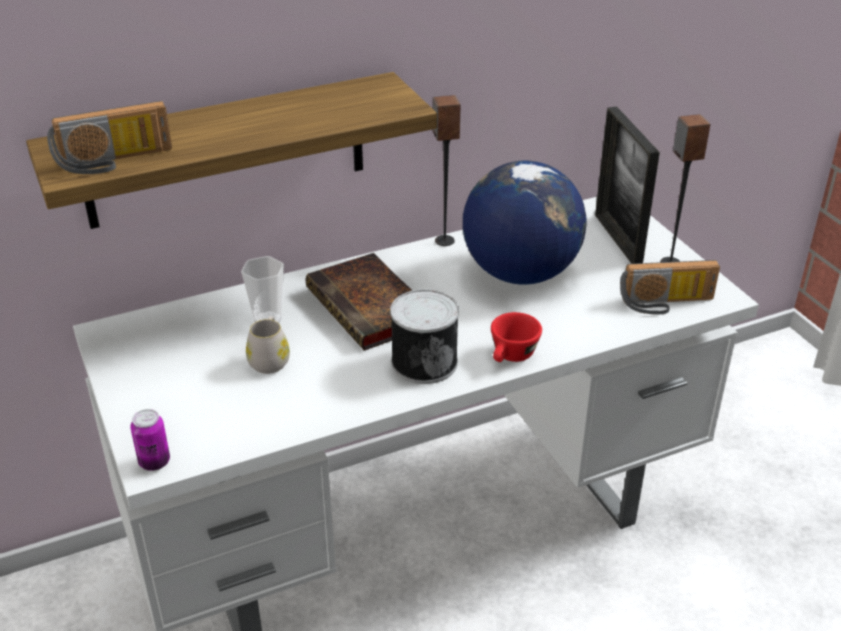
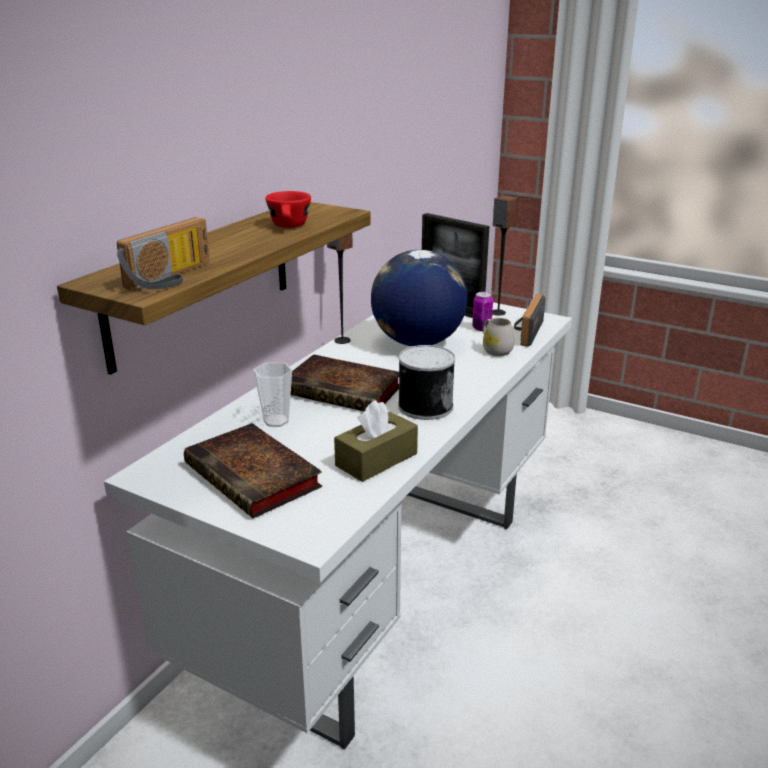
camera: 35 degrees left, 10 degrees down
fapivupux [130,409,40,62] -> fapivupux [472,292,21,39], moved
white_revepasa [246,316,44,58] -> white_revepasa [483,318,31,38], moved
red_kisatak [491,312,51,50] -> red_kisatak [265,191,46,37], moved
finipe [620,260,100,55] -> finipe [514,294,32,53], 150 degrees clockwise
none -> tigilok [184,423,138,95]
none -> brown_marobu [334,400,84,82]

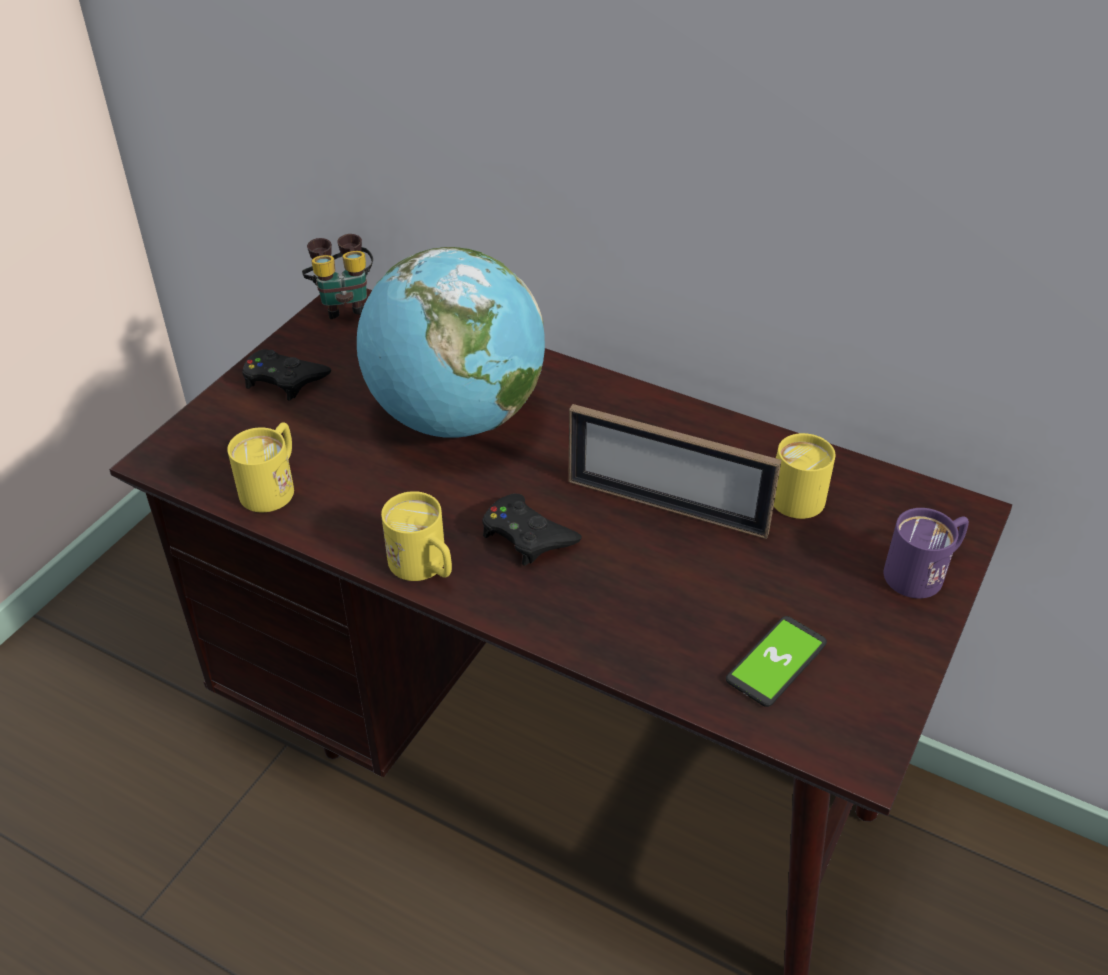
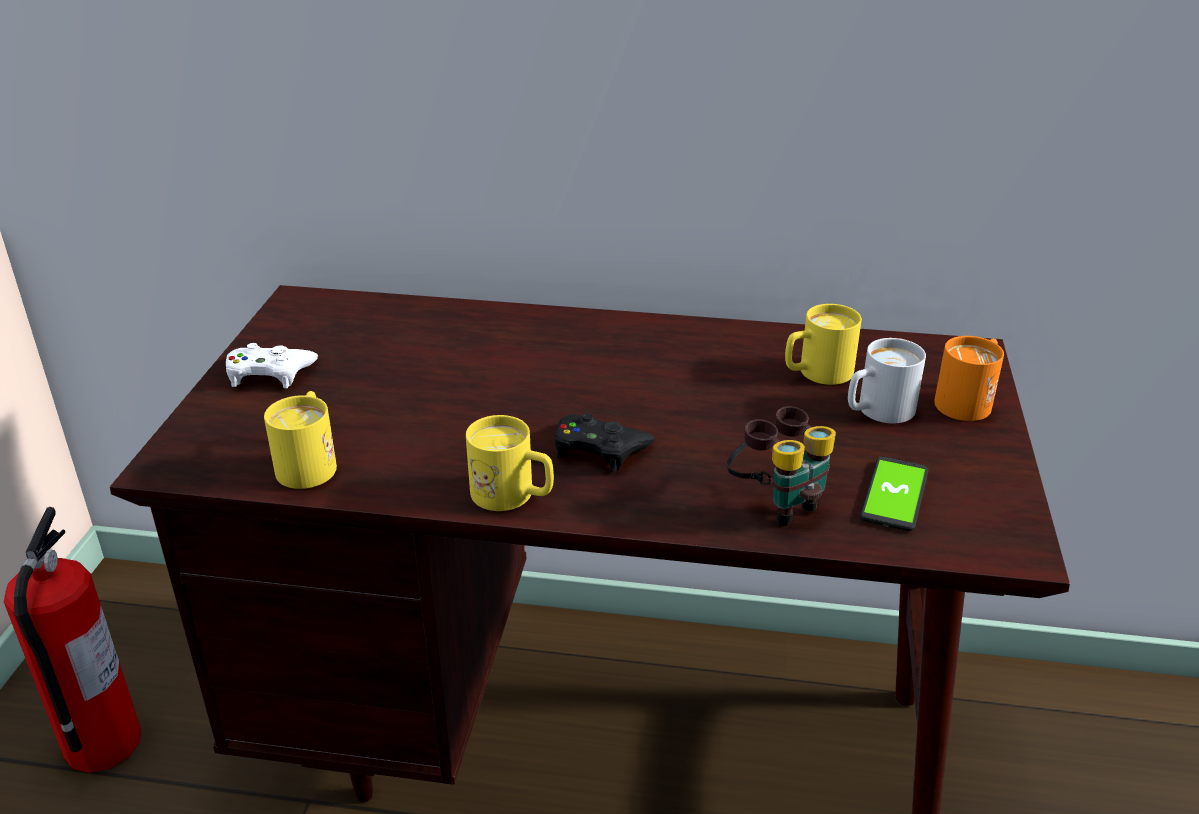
camera: 20 degrees left, 10 degrees down
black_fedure [242,349,89,52] -> white_fedure [226,343,92,45]
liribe [302,234,71,85] -> liribe [727,406,109,120], moved
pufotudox [357,247,188,191] -> none
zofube [568,404,213,135] -> none
purple_revepasa [884,508,85,90] -> orange_revepasa [934,336,70,85]
none -> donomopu [4,507,137,266]
none -> white_revepasa [848,338,78,85]

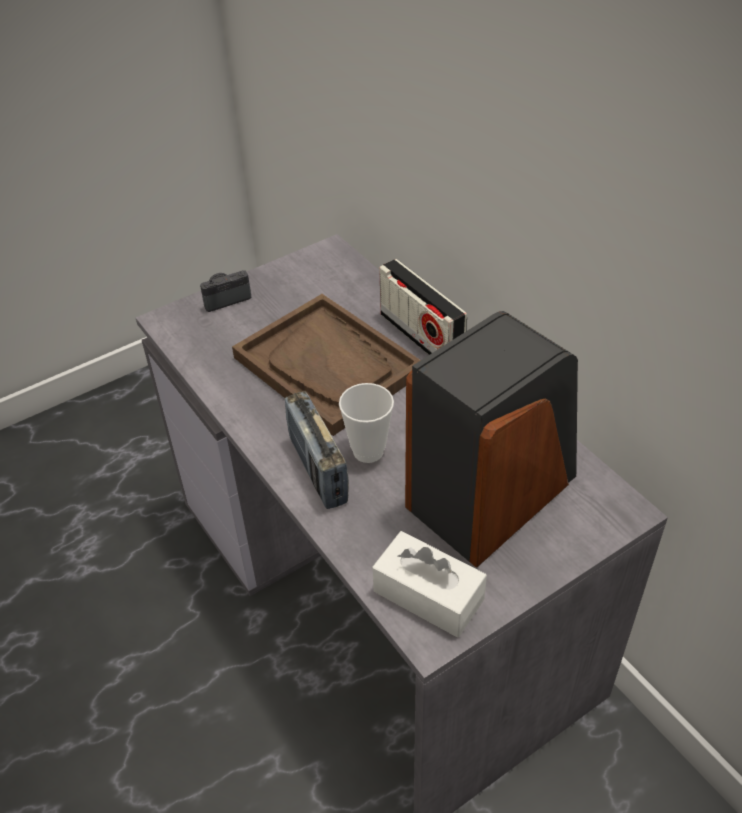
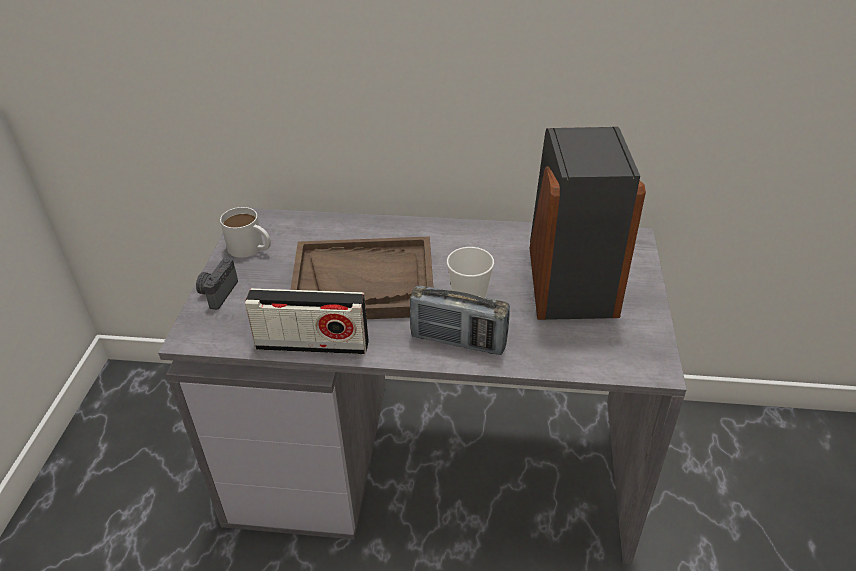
camera: 50 degrees left, 5 degrees down
white_marobu [372,531,115,107] -> none
finipe [379,259,88,96] -> finipe [245,288,124,67], moved
none -> white_revepasa [220,207,51,51]

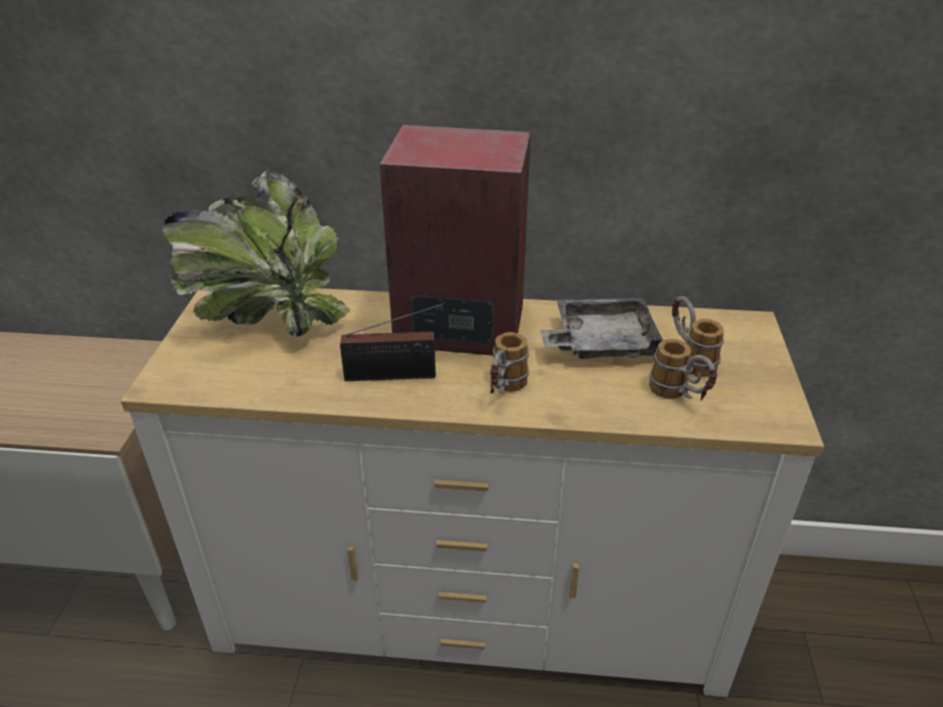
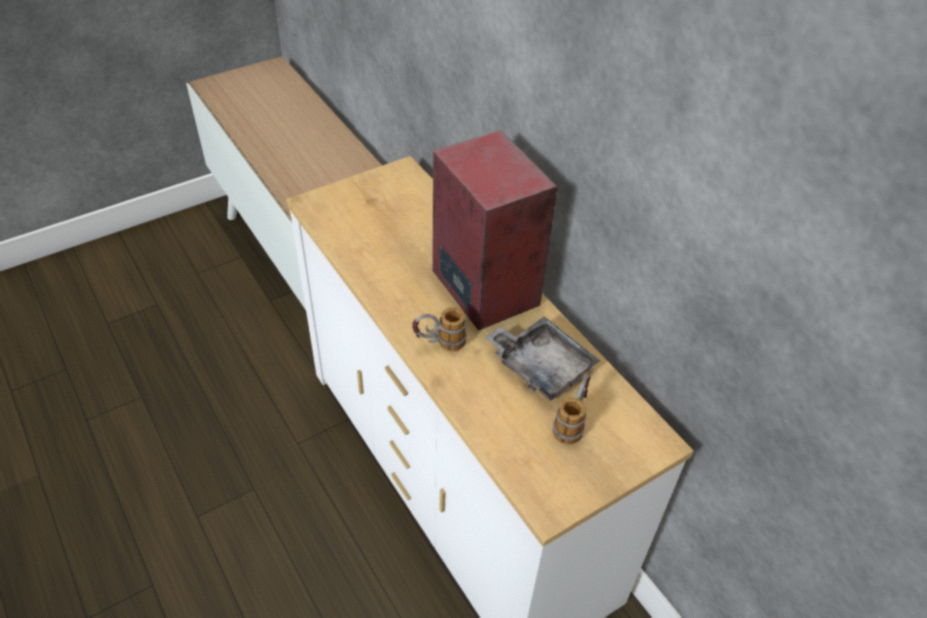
camera: 50 degrees right, 10 degrees up
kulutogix [162,169,188,168] -> none
finipe [340,303,105,78] -> none
revepasa [649,339,69,62] -> none

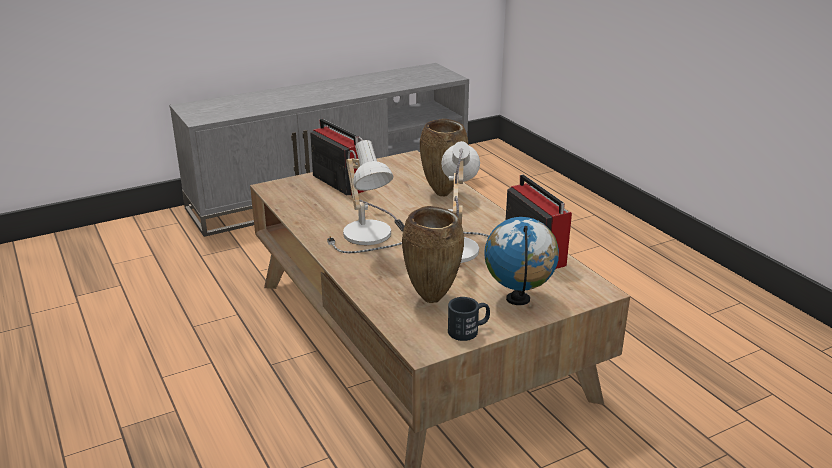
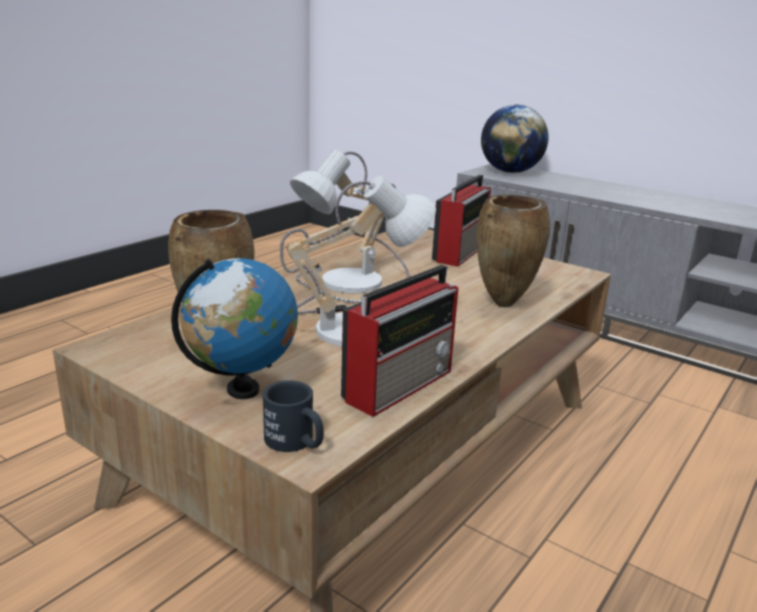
camera: 65 degrees right, 5 degrees down
black_revepasa [448,297,42,44] -> black_revepasa [263,380,61,72], moved
none -> pufotudox [481,105,68,68]

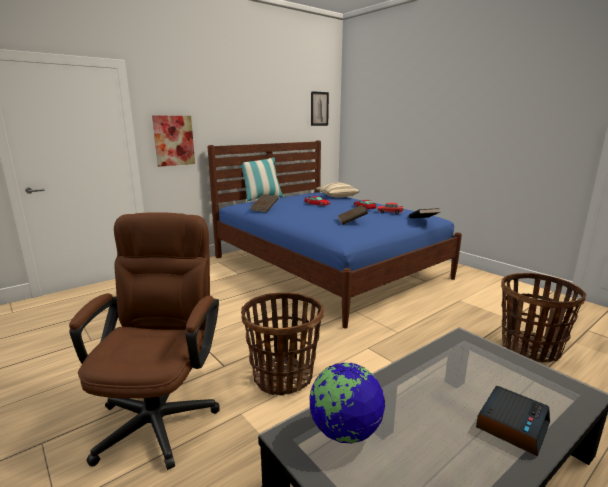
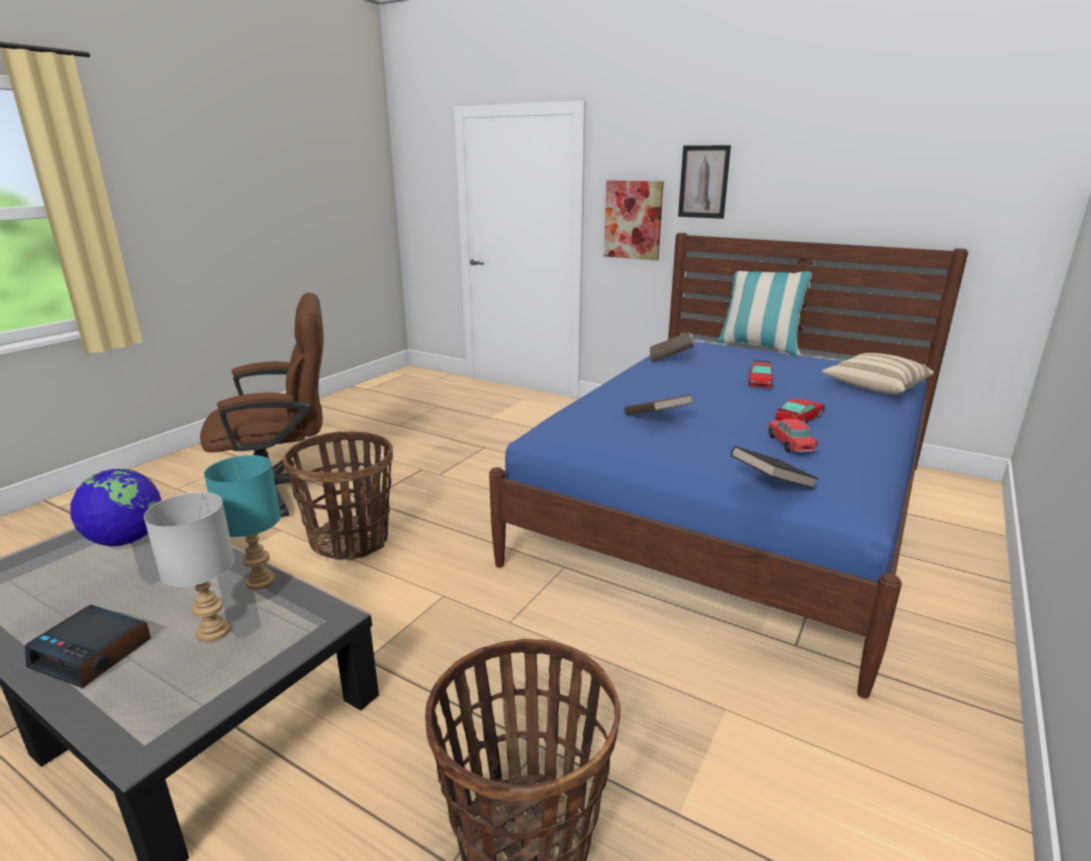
camera: 70 degrees right, 5 degrees up
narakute [311,91,18,35] -> narakute [678,145,53,74], moved
none -> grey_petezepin [144,492,91,150]
none -> turquoise_petezepin [204,455,77,135]

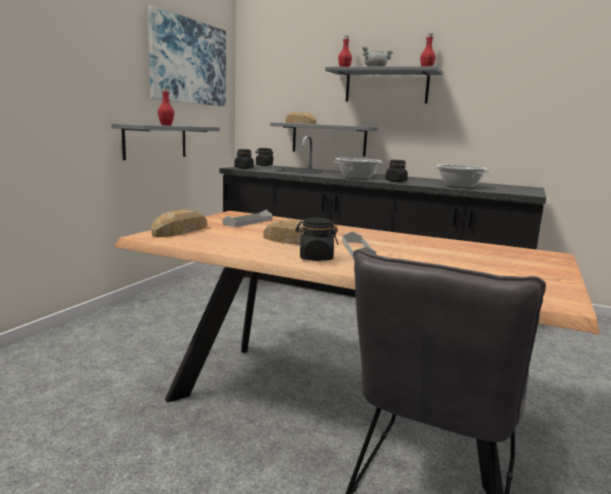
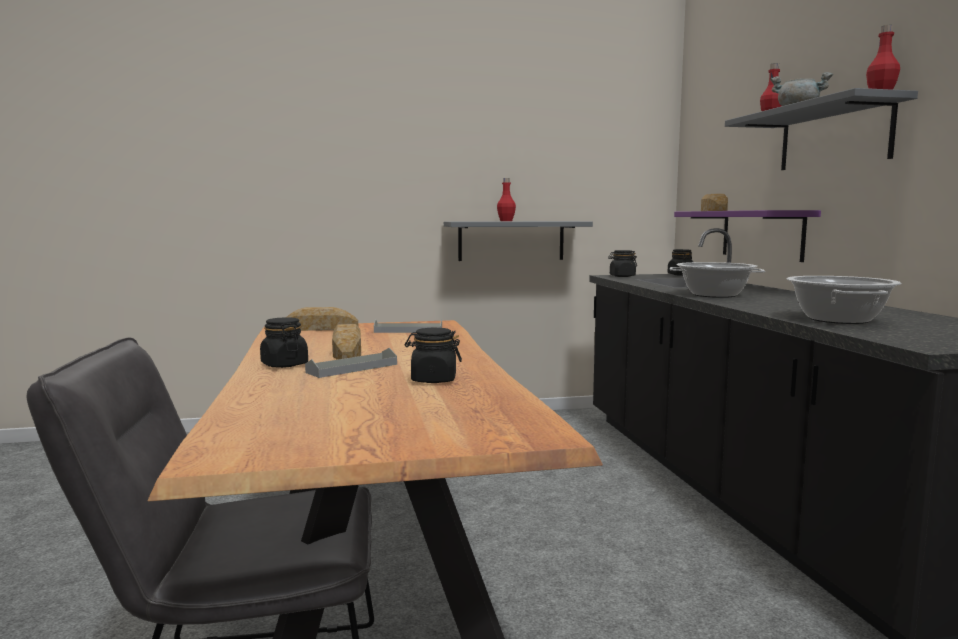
camera: 55 degrees right, 5 degrees down
narakute [148,5,78,101] -> none
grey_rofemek [270,122,108,34] -> purple_rofemek [674,210,147,52]
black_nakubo [385,160,23,22] -> black_nakubo [405,328,57,55], moved

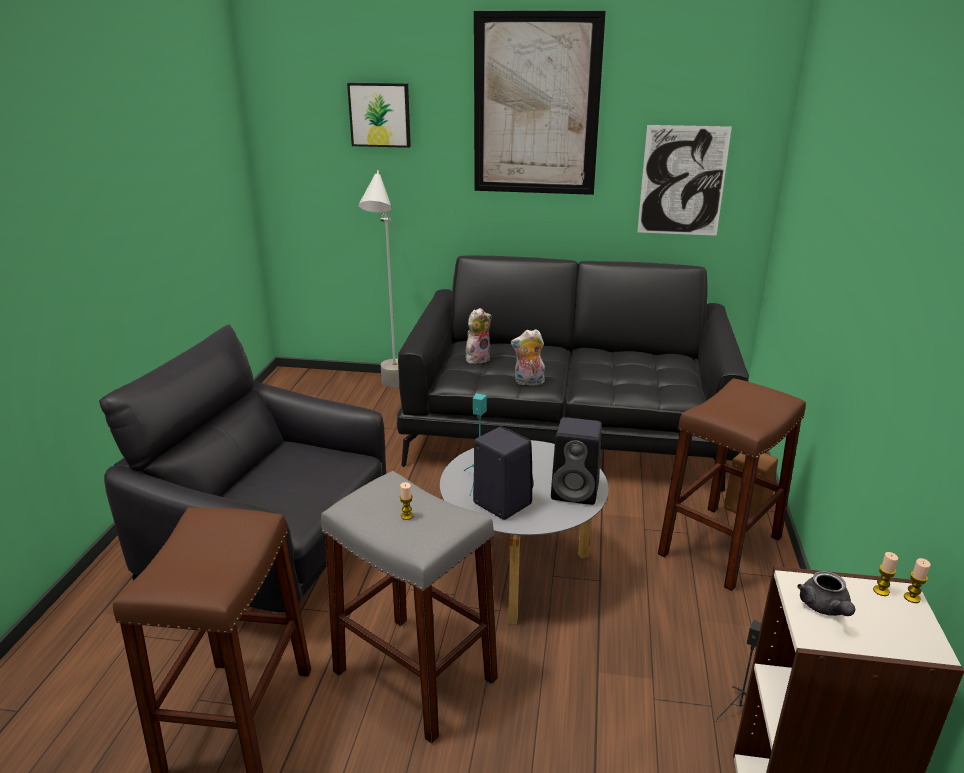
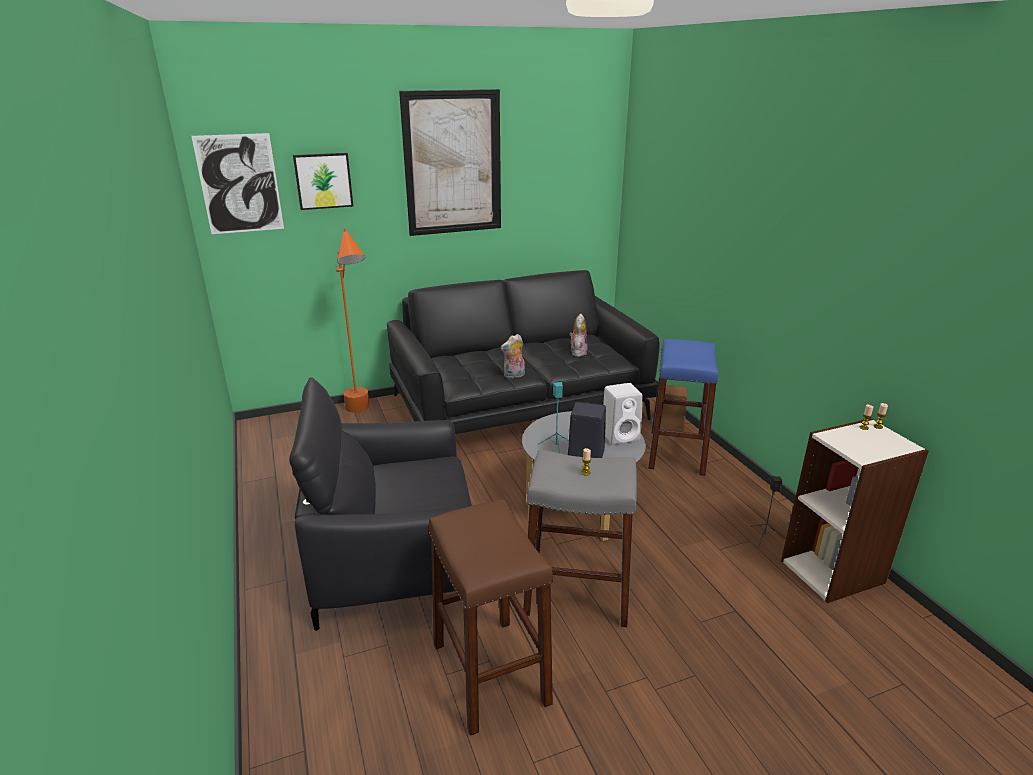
camera: 30 degrees left, 0 degrees up
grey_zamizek [358,170,41,218] -> orange_zamizek [336,228,34,185]
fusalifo [466,308,26,56] -> fusalifo [569,314,18,43], moved
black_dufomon [551,417,51,88] -> white_dufomon [603,383,40,62]
narakute [637,125,95,111] -> narakute [191,133,93,101], moved
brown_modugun [658,378,148,213] -> blue_modugun [648,339,70,137]
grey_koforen [797,571,58,45] -> none

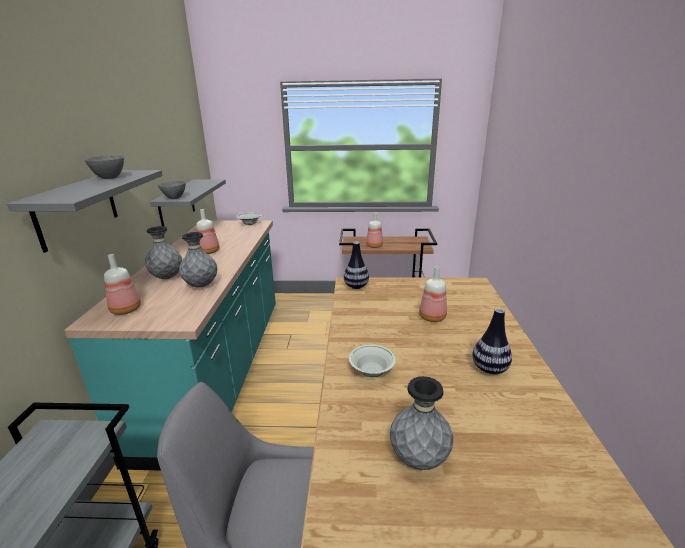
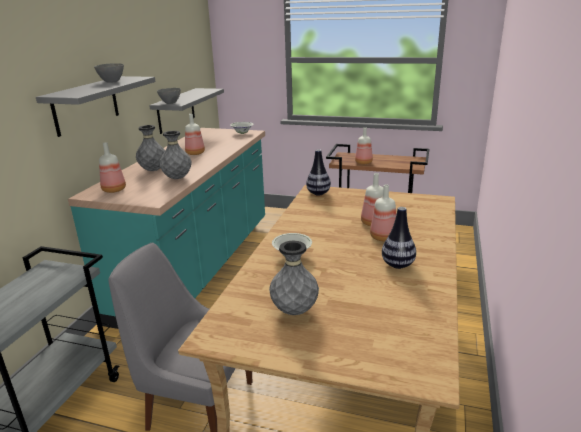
camera: 15 degrees right, 0 degrees up
none -> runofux [370,184,27,58]

